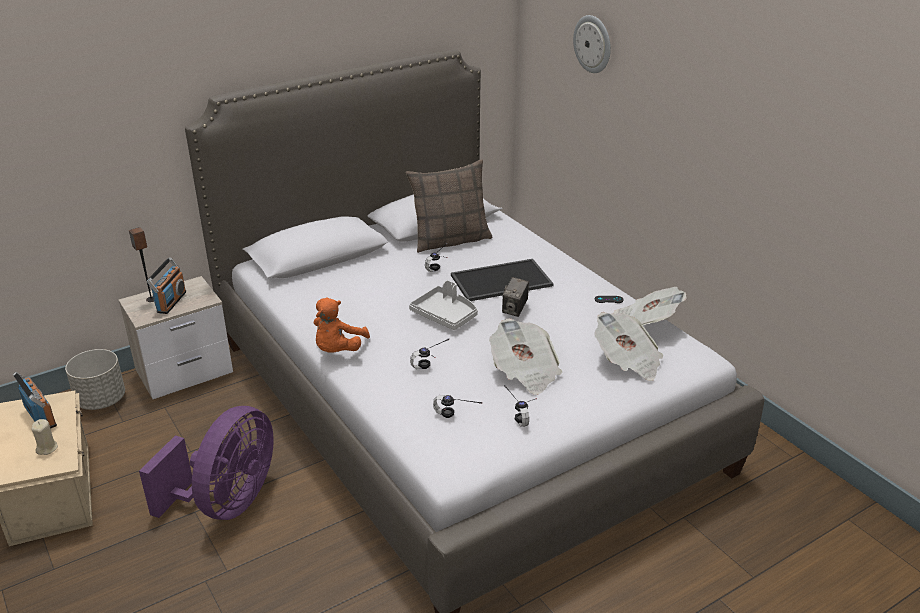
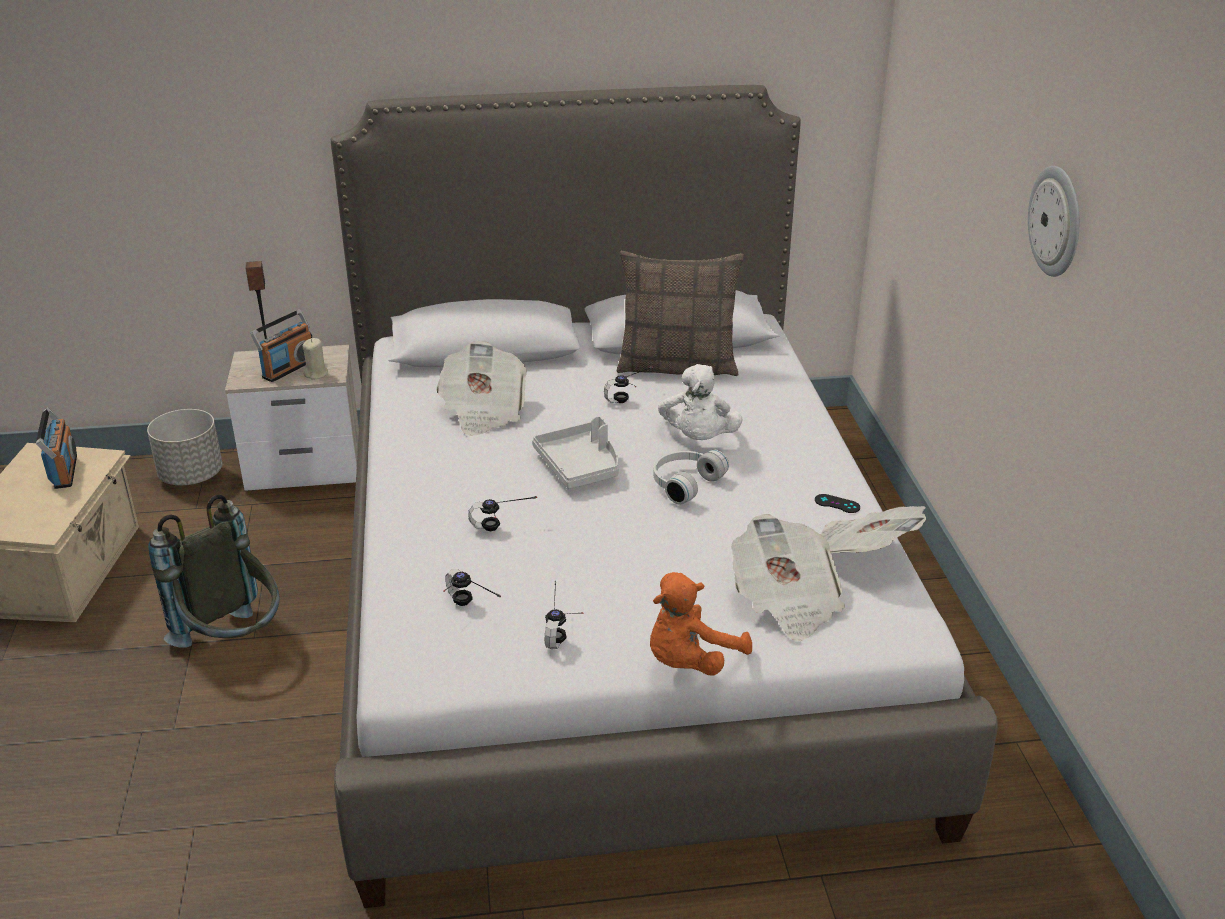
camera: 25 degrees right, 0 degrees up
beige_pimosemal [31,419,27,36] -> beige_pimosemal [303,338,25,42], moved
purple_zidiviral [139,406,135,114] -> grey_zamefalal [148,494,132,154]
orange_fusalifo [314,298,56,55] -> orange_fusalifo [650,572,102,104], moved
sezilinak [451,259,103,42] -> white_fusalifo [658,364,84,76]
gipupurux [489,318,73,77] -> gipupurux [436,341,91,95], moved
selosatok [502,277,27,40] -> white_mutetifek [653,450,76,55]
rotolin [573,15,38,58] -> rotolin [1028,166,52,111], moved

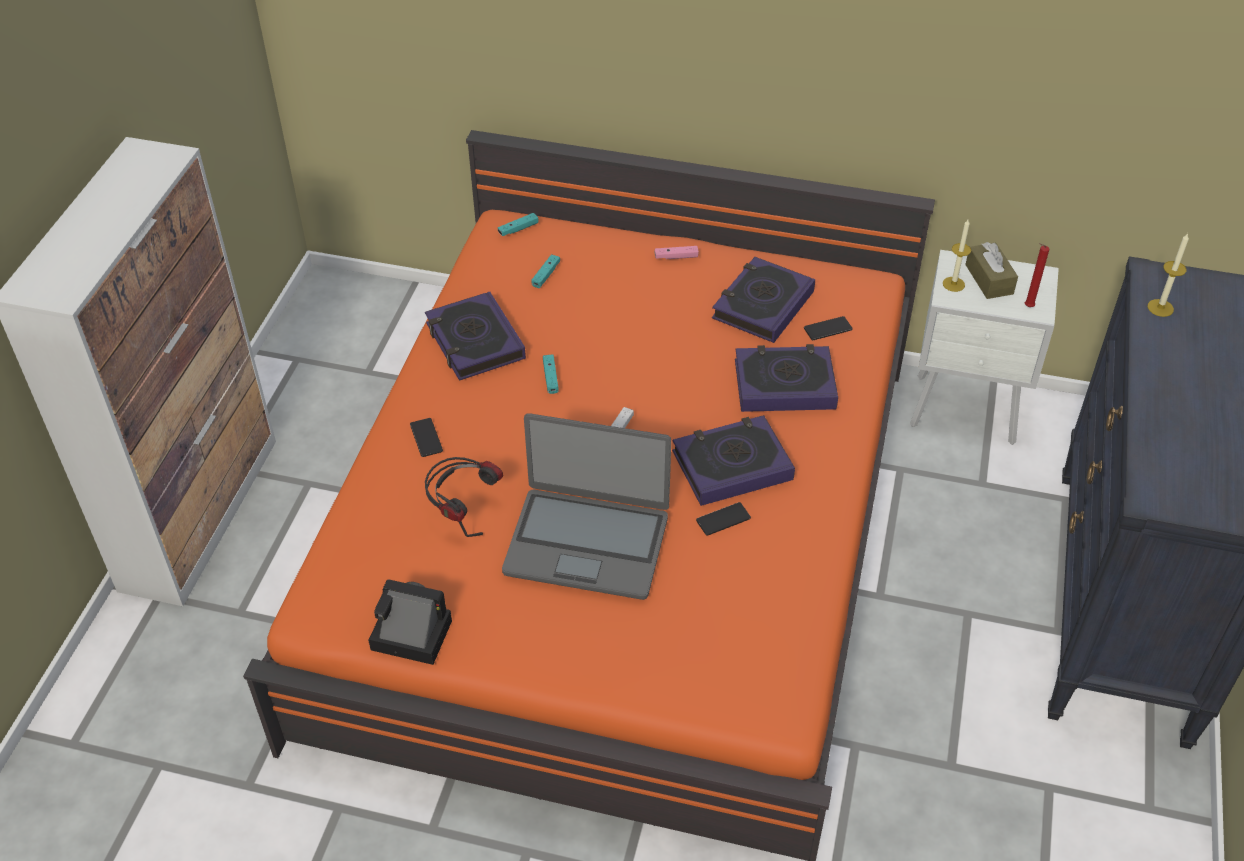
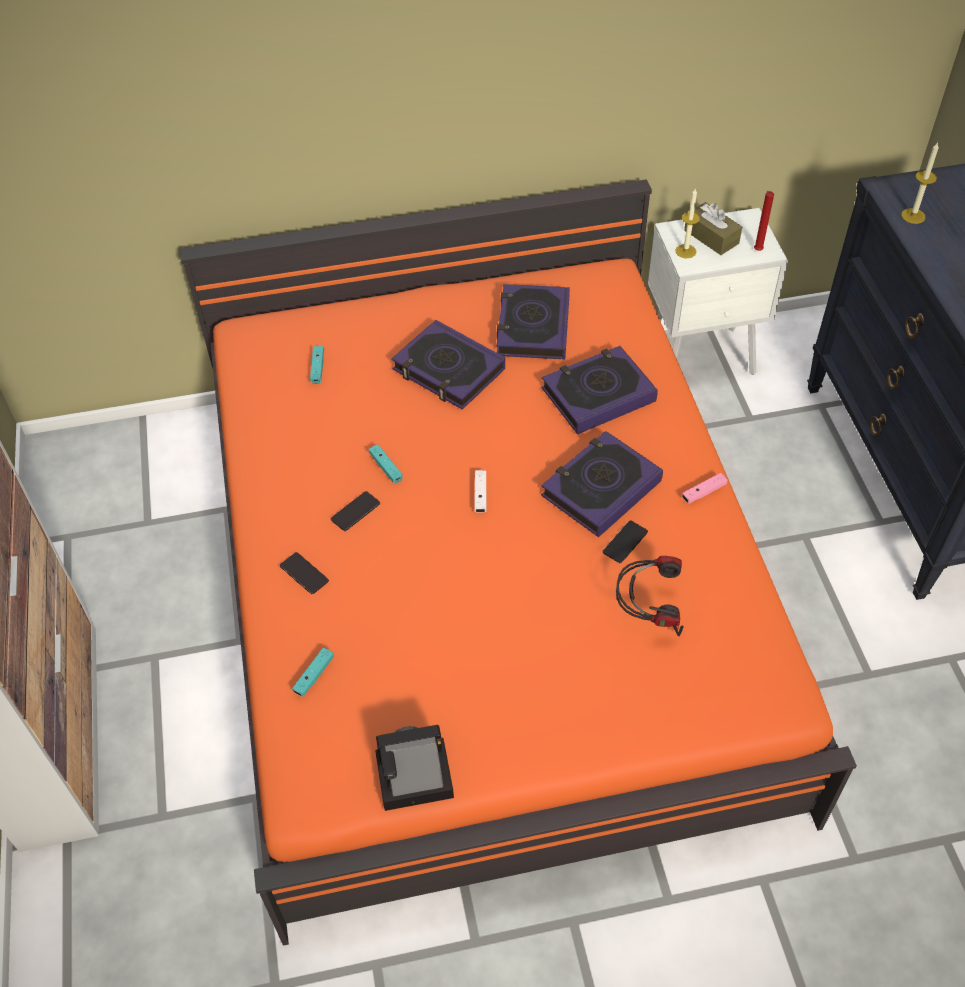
camera: 25 degrees left, 5 degrees up
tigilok [425,292,101,89] -> tigilok [391,320,114,90], moved
mutetifek [425,457,78,80] -> mutetifek [616,556,68,80], moved
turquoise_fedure [498,213,40,23] -> turquoise_fedure [292,648,42,49], moved
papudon [502,413,169,187] -> none
pink_fedure [655,246,44,13] -> pink_fedure [682,473,46,31], moved
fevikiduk [804,316,49,24] -> fevikiduk [331,491,49,40], moved

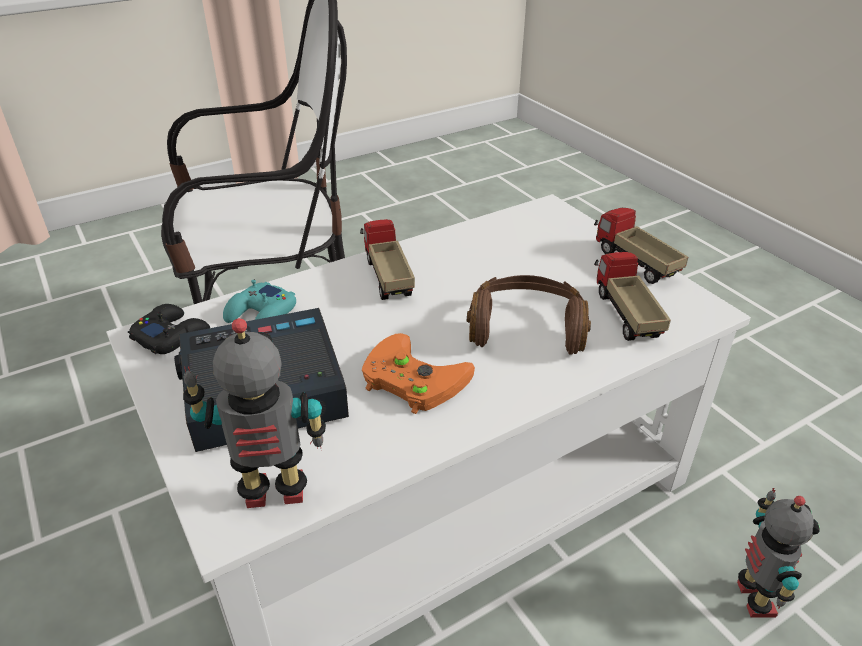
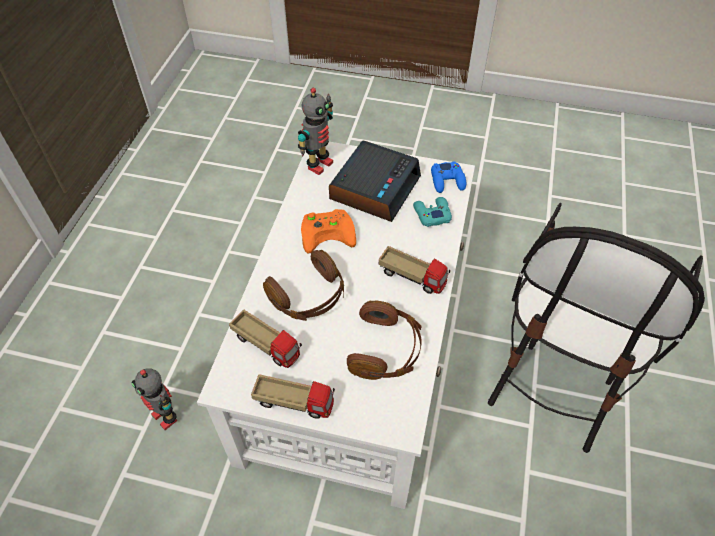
camera: 135 degrees right, 15 degrees up
black_fedure [128,304,82,50] -> blue_fedure [431,161,35,32]
none -> brown_mutetifek [347,300,75,80]

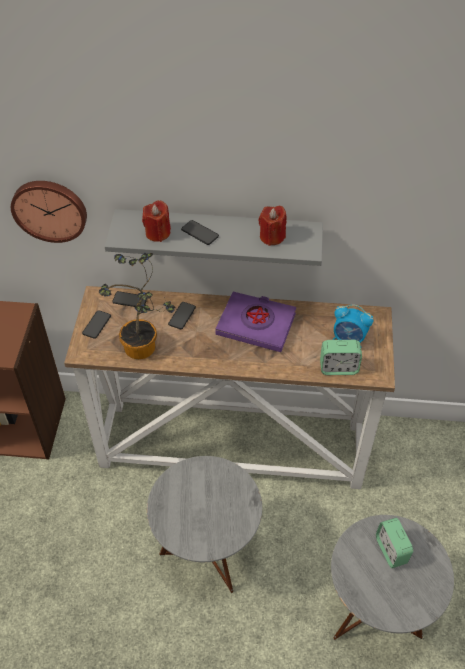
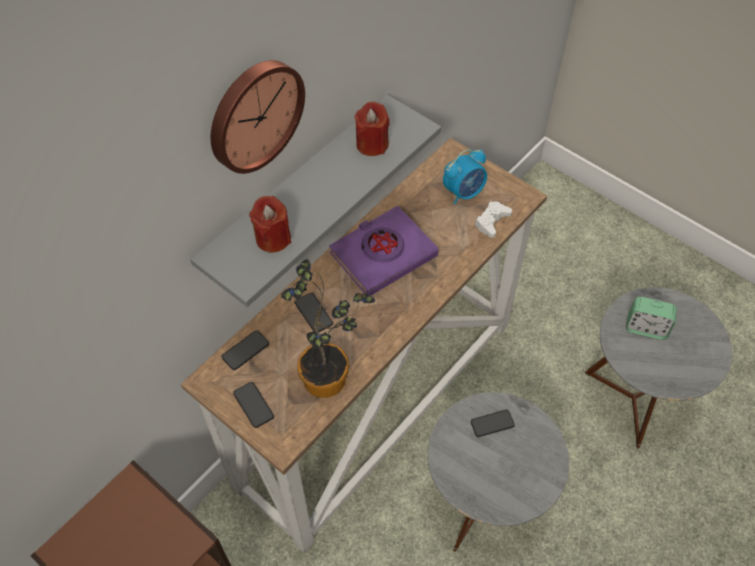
camera: 55 degrees left, 5 degrees up
rotolin [11,181,76,62] -> rotolin [211,60,94,114], moved
fevikiduk [181,220,38,25] -> fevikiduk [471,410,44,27], moved
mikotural [320,340,42,35] -> white_fedure [475,201,37,37]

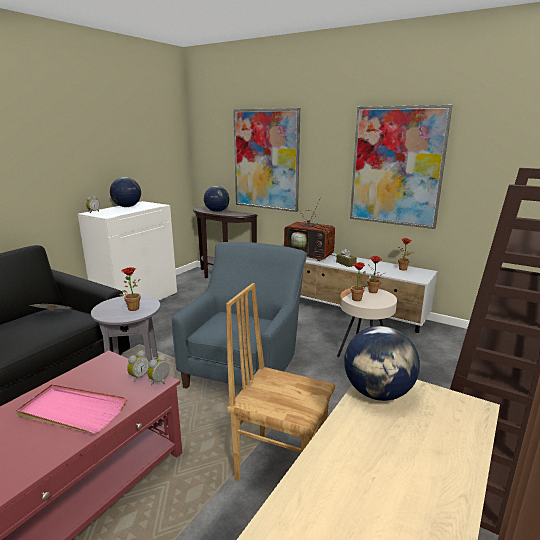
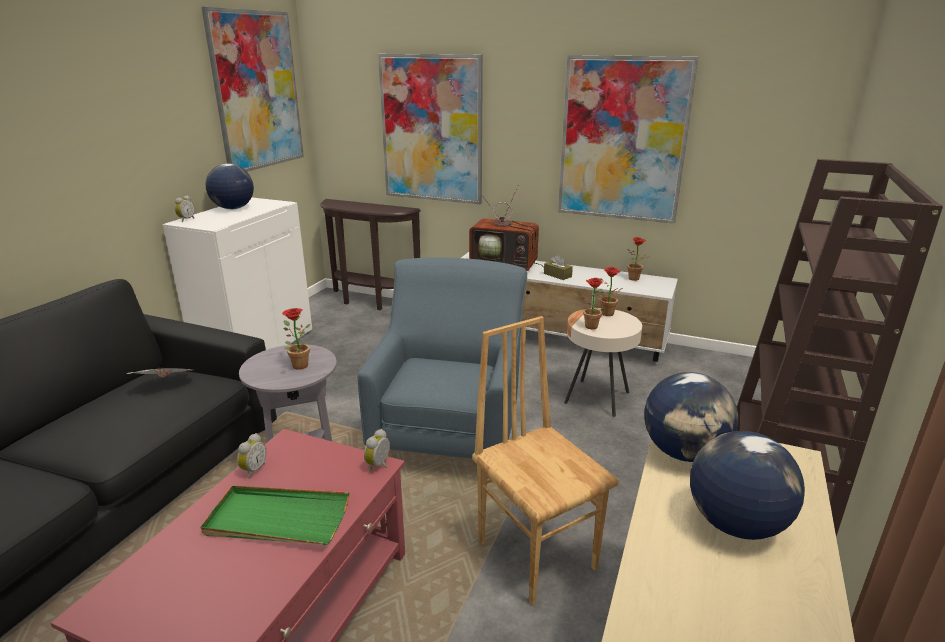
camera: 10 degrees left, 5 degrees up
pink_sezilinak [16,384,111,50] -> green_sezilinak [200,486,149,59]
mikotural [127,350,22,32] -> mikotural [237,433,29,46], moved
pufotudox [204,186,25,26] -> pufotudox [690,431,115,109], moved
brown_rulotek [226,283,109,198] -> brown_rulotek [472,316,147,289], 45 degrees clockwise
none -> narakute [201,7,103,165]

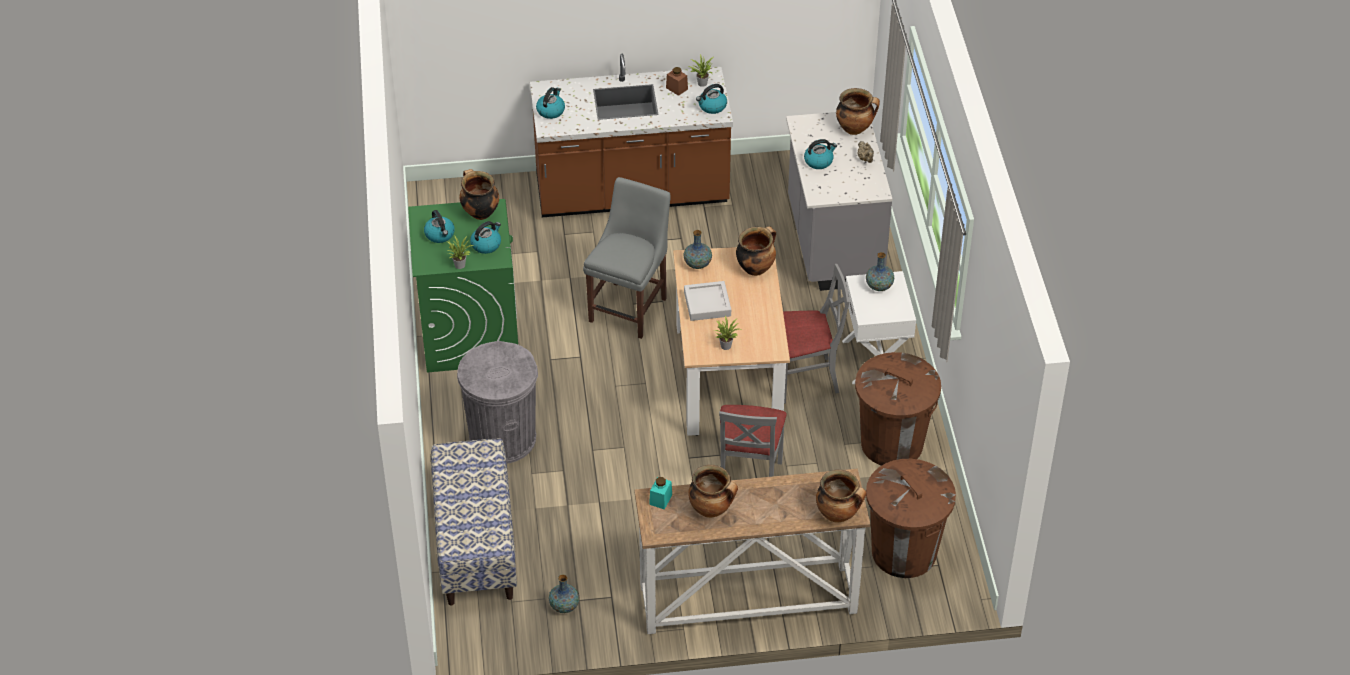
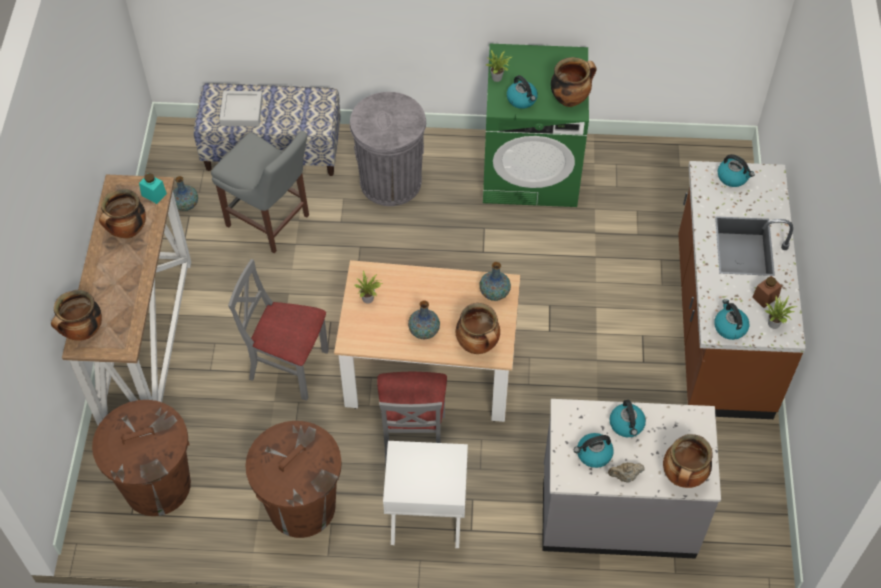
camera: 100 degrees right, 10 degrees up
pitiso [424,210,31,33] -> pitiso [574,433,40,35], moved
grey_rulotek [583,177,88,162] -> grey_rulotek [211,131,98,122], moved
grey_sezilinak [684,281,47,40] -> grey_sezilinak [219,91,44,36], moved
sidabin [866,252,28,39] -> sidabin [408,300,32,39], moved

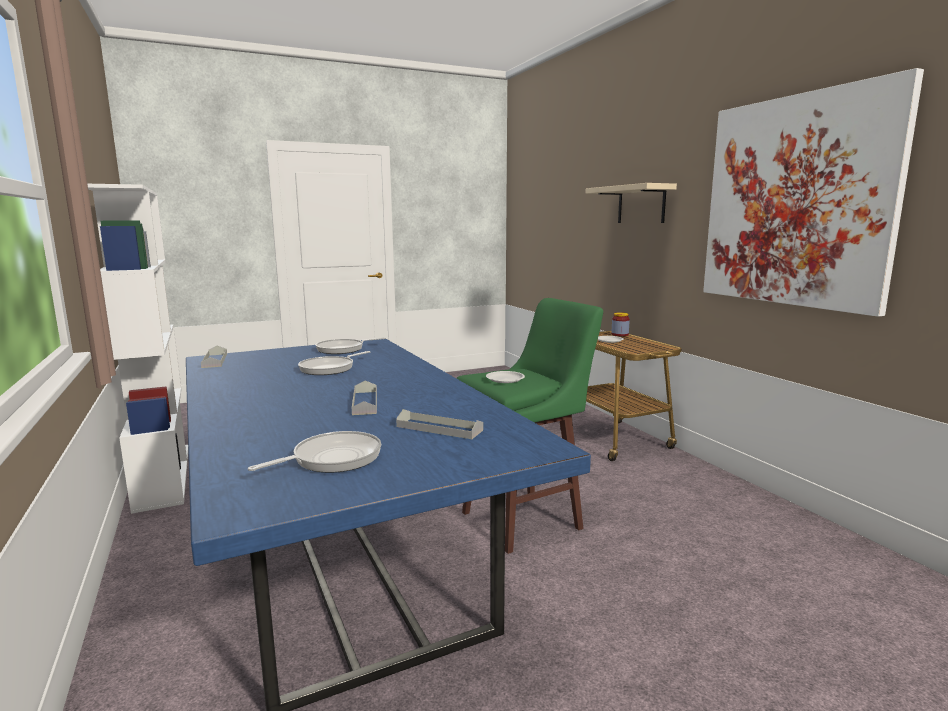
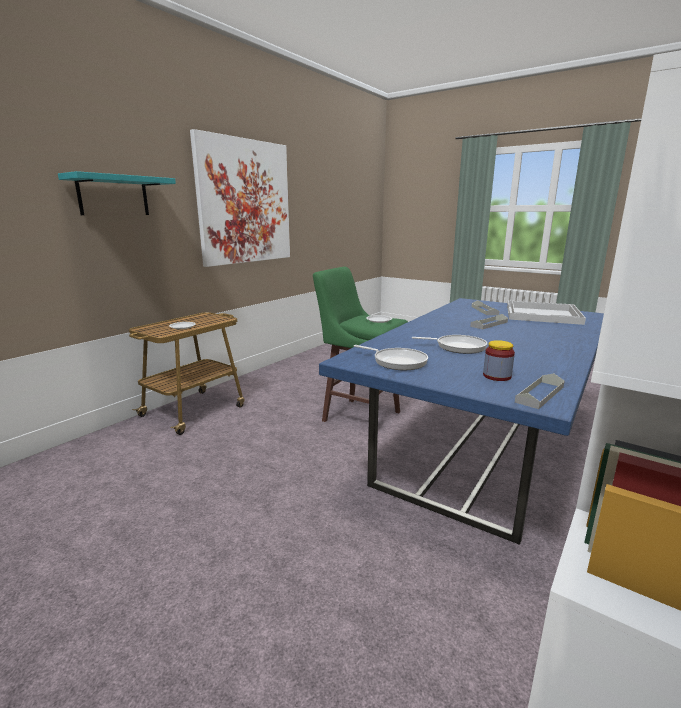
camera: 120 degrees left, 5 degrees up
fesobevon [248,431,133,42] -> white_sezilinak [507,301,79,24]
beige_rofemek [586,183,91,40] -> turquoise_rofemek [58,171,118,44]
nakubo [611,312,19,24] -> nakubo [483,340,32,41], moved

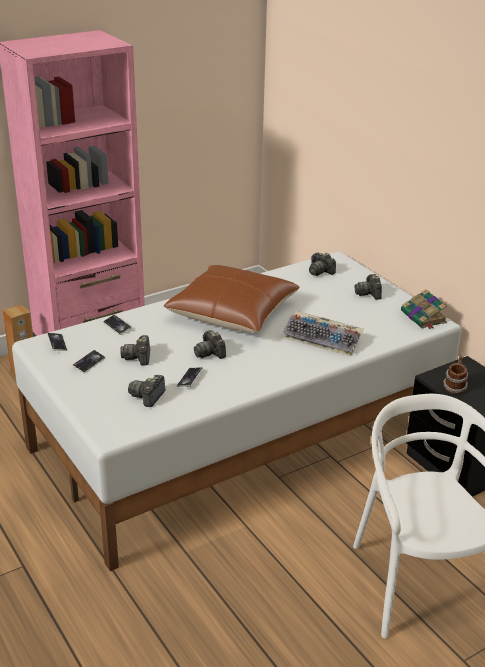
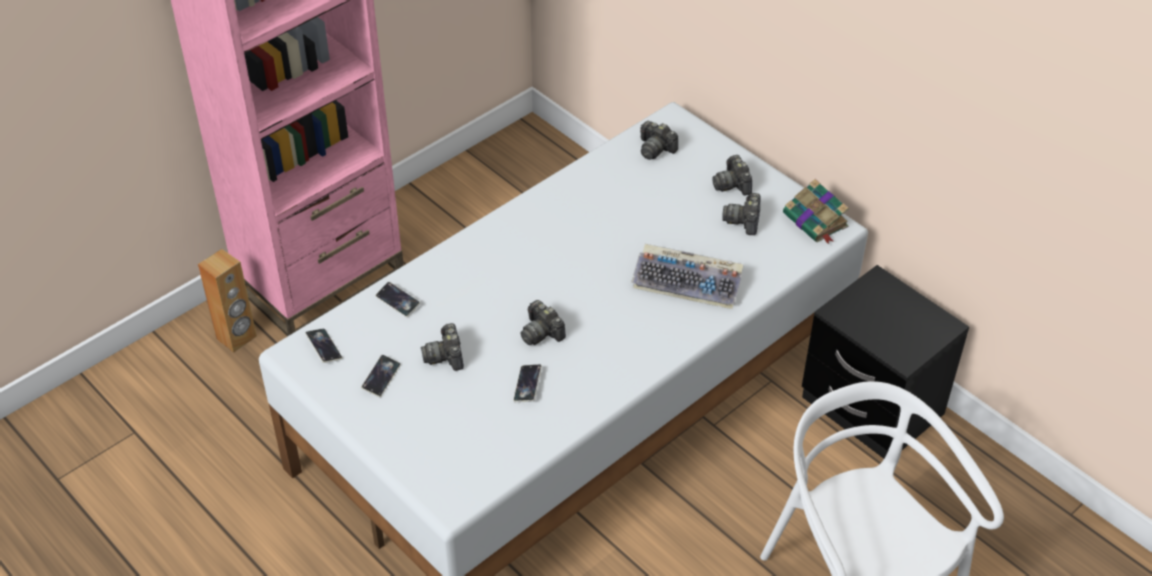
camera: 10 degrees left, 15 degrees up
selosatok [128,375,37,32] -> selosatok [722,193,38,42], moved
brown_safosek [164,265,136,68] -> none
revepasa [443,356,25,38] -> none

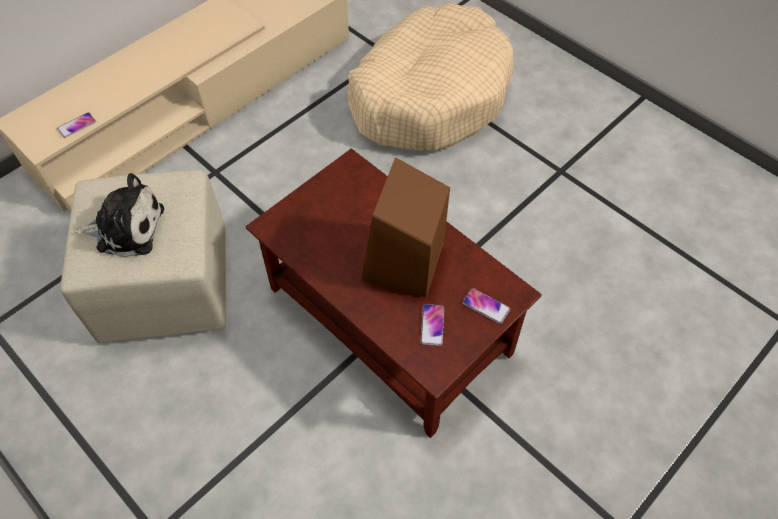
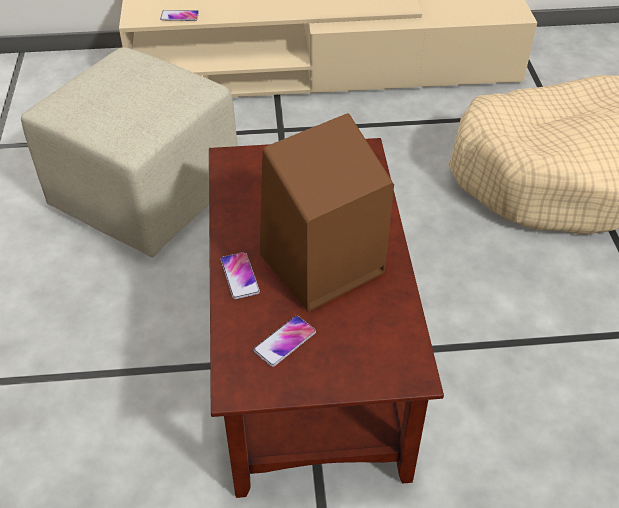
camera: 40 degrees right, 10 degrees down
fusalifo [75,173,89,85] -> none
fevikiduk [462,288,48,36] -> fevikiduk [221,252,39,47], moved

